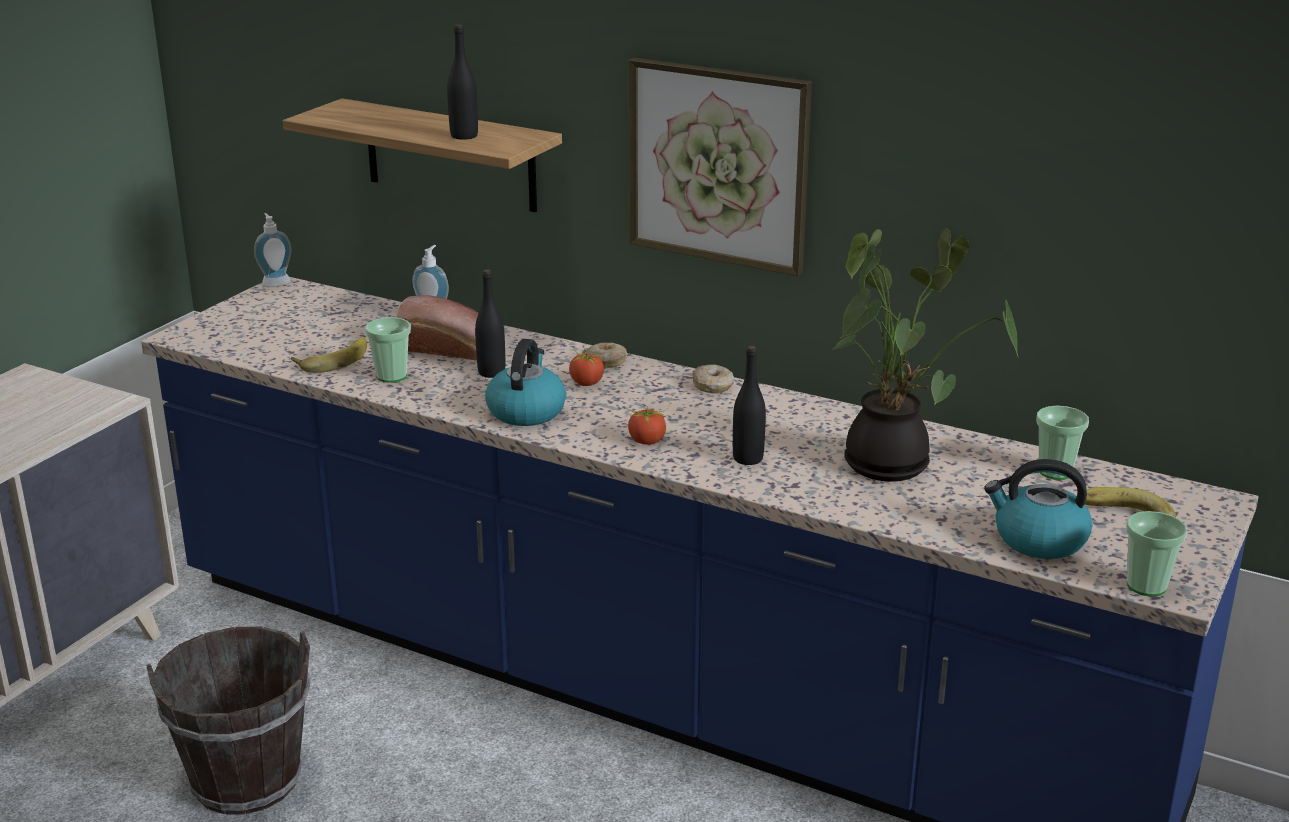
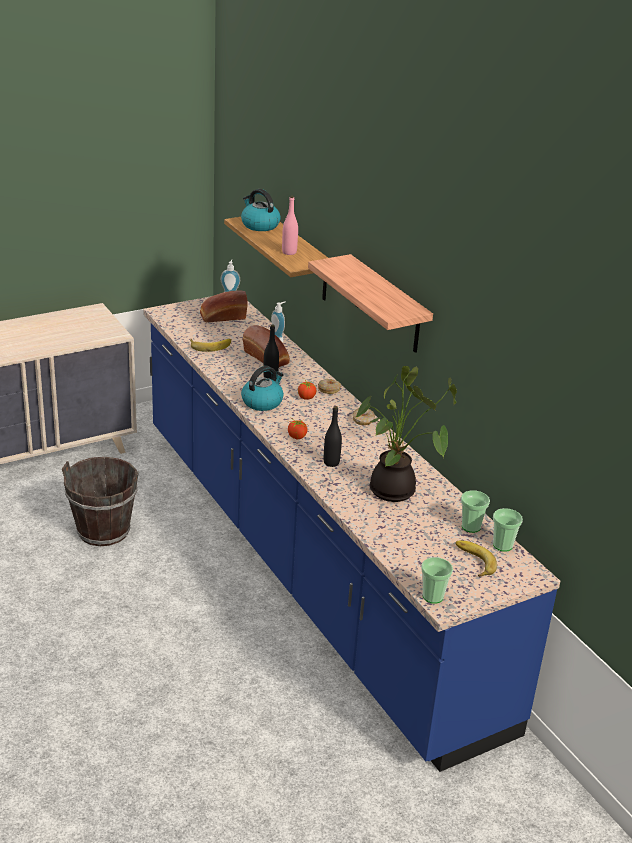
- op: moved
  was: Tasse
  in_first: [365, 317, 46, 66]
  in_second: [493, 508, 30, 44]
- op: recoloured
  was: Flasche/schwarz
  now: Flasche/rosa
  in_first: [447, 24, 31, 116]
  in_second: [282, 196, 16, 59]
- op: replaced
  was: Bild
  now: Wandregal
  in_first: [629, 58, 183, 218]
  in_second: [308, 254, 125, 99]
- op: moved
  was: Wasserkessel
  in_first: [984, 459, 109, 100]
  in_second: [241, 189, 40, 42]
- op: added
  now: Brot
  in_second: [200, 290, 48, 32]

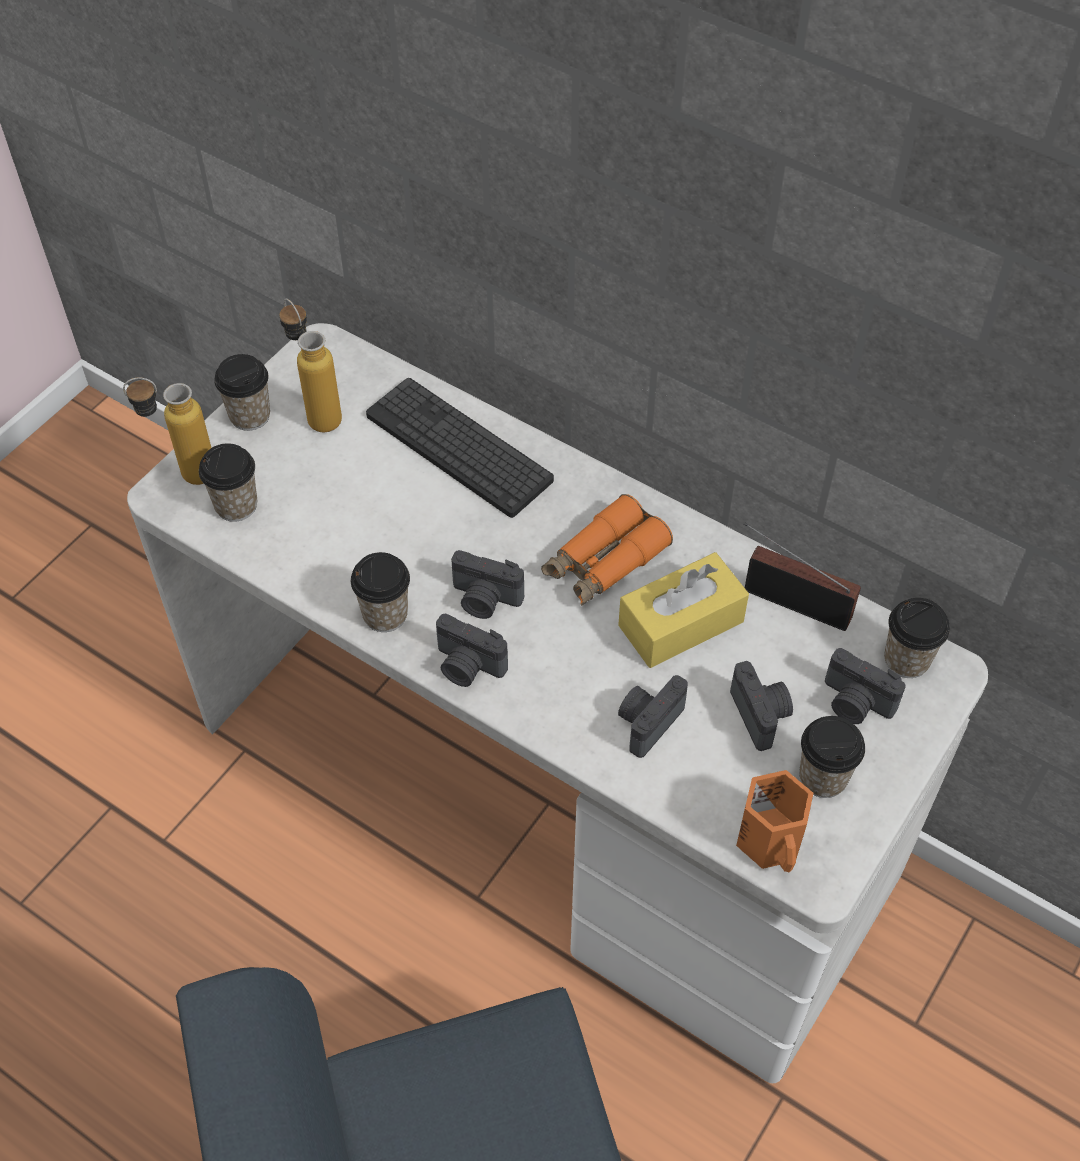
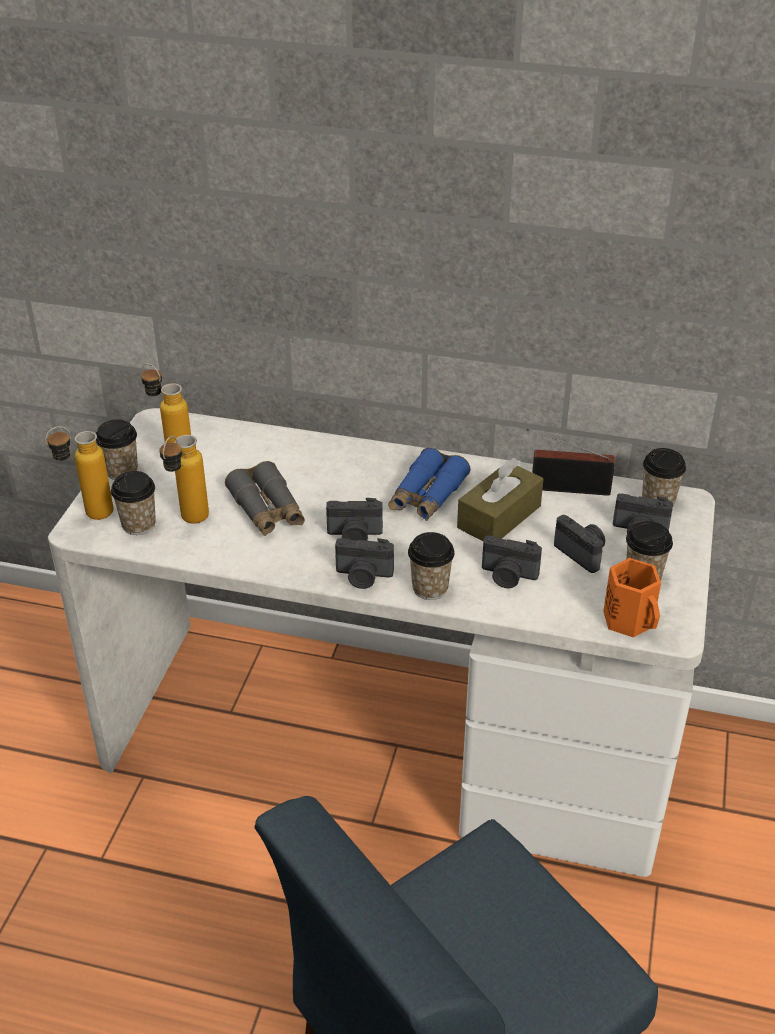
- op: moved
  was: Tasse
  in_first: [351, 552, 59, 80]
  in_second: [408, 532, 47, 68]
- op: removed
  was: Tastatur
  in_first: [366, 378, 188, 140]
- op: recoloured
  was: Fernglas/orange
  now: Fernglas/blau
  in_first: [541, 494, 132, 112]
  in_second: [388, 448, 83, 73]
- op: recoloured
  was: Taschentuchbox/gelb
  now: Taschentuchbox/braun
  in_first: [618, 552, 131, 116]
  in_second: [457, 458, 87, 83]
- op: turned
  was: Kamera
  in_first: [618, 675, 70, 83]
  in_second: [482, 535, 60, 53]
  clockwise: -90
- op: added
  now: Flasche
  in_second: [159, 435, 50, 88]
- op: added
  now: Fernglas/grau
  in_second: [225, 461, 80, 75]

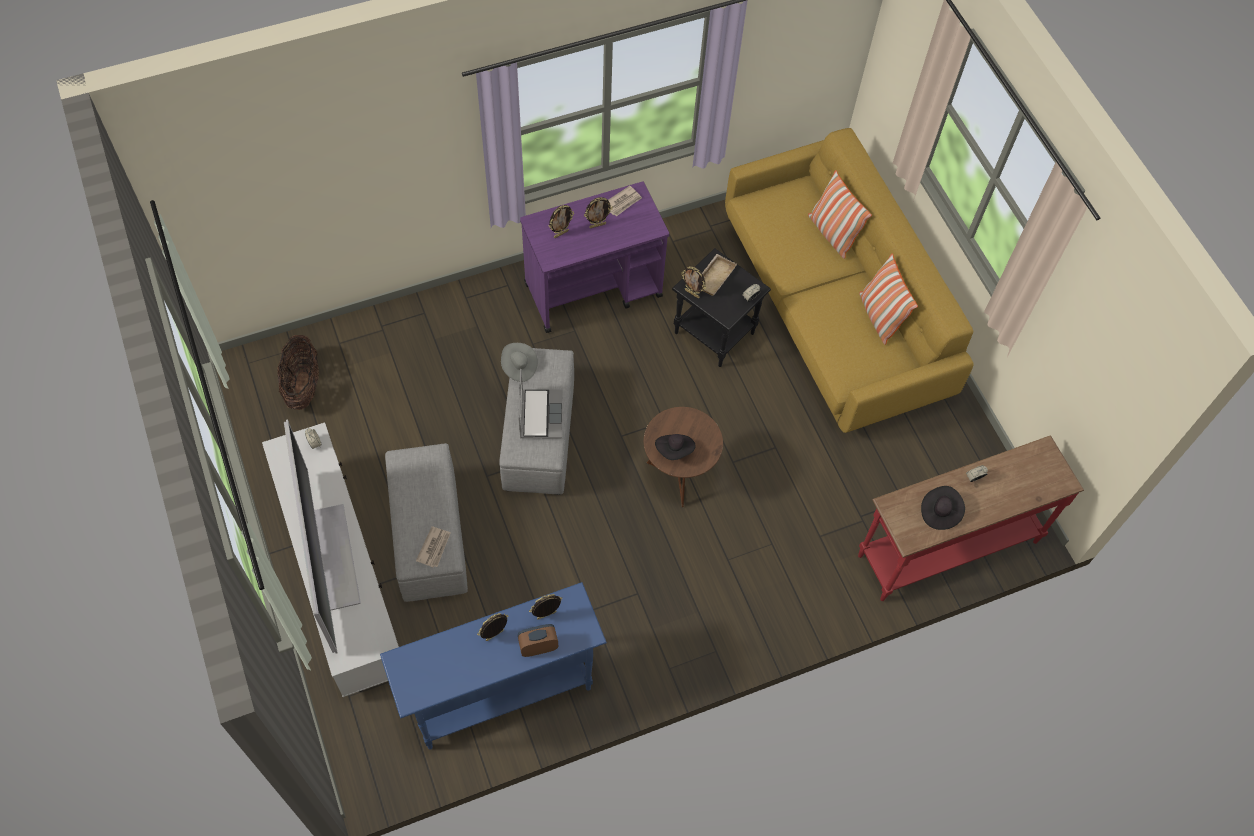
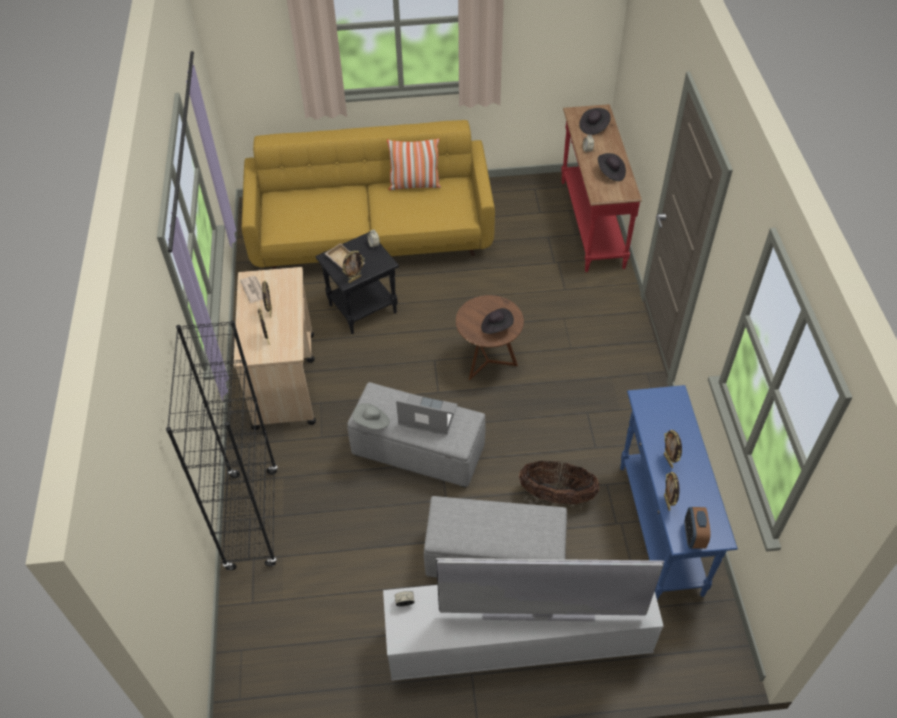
- op: moved
  was: Korb
  in_first: [277, 335, 42, 75]
  in_second: [519, 461, 80, 43]
- op: removed
  was: Zeitung
  in_first: [416, 526, 35, 41]
- op: moved
  was: Wecker
  in_first: [518, 624, 40, 33]
  in_second: [685, 507, 26, 42]
- op: recoloured
  was: Rollwagen/lila
  now: Rollwagen/beige
  in_first: [520, 182, 149, 151]
  in_second: [234, 267, 82, 163]
- op: moved
  was: Bilderrahmen
  in_first: [529, 594, 33, 26]
  in_second: [664, 472, 15, 39]
- op: removed
  was: Kissen
  in_first: [808, 170, 64, 89]
- op: added
  now: Bücherregal/schwarz
  in_second: [166, 320, 112, 250]
- op: added
  now: Hut/schwarz
  in_second: [579, 108, 32, 27]

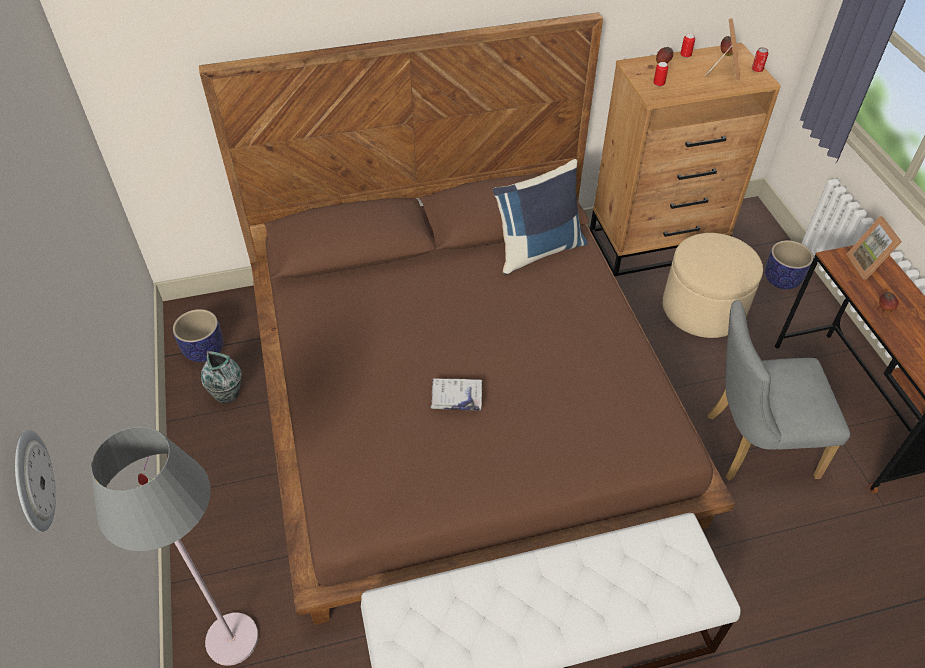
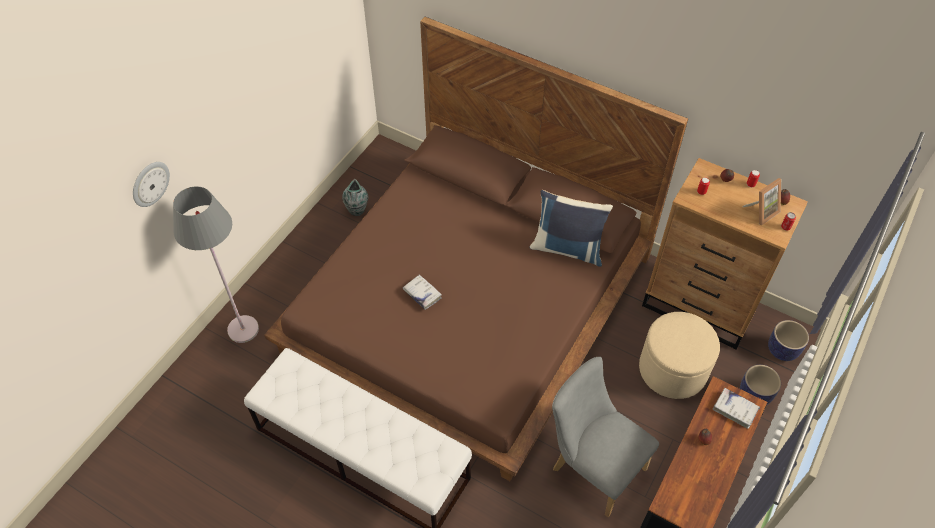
- op: moved
  was: Pflanzkübel
  in_first: [173, 309, 50, 53]
  in_second: [768, 320, 41, 41]
- op: replaced
  was: Bilderrahmen
  now: Buch/weiß
  in_first: [847, 216, 55, 64]
  in_second: [713, 388, 47, 41]

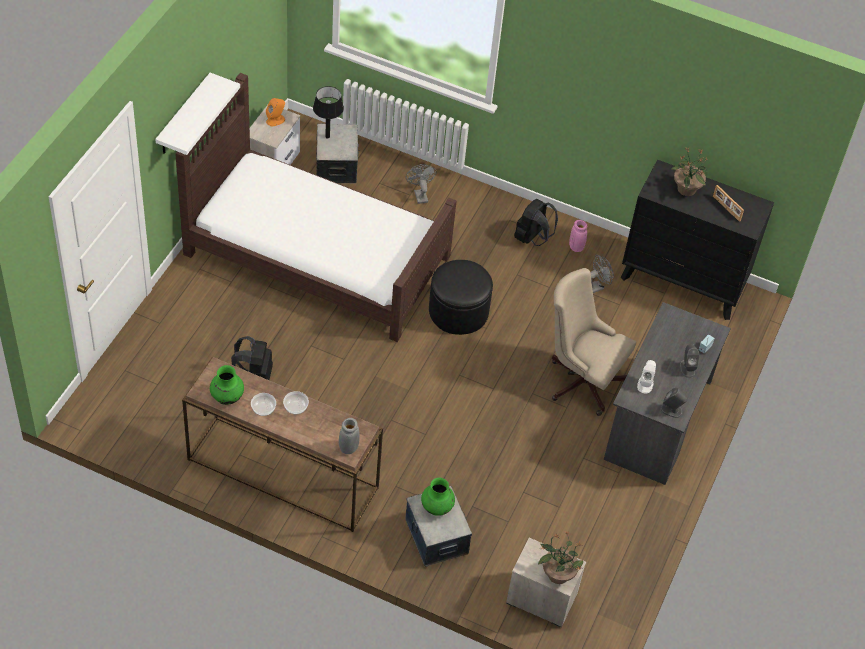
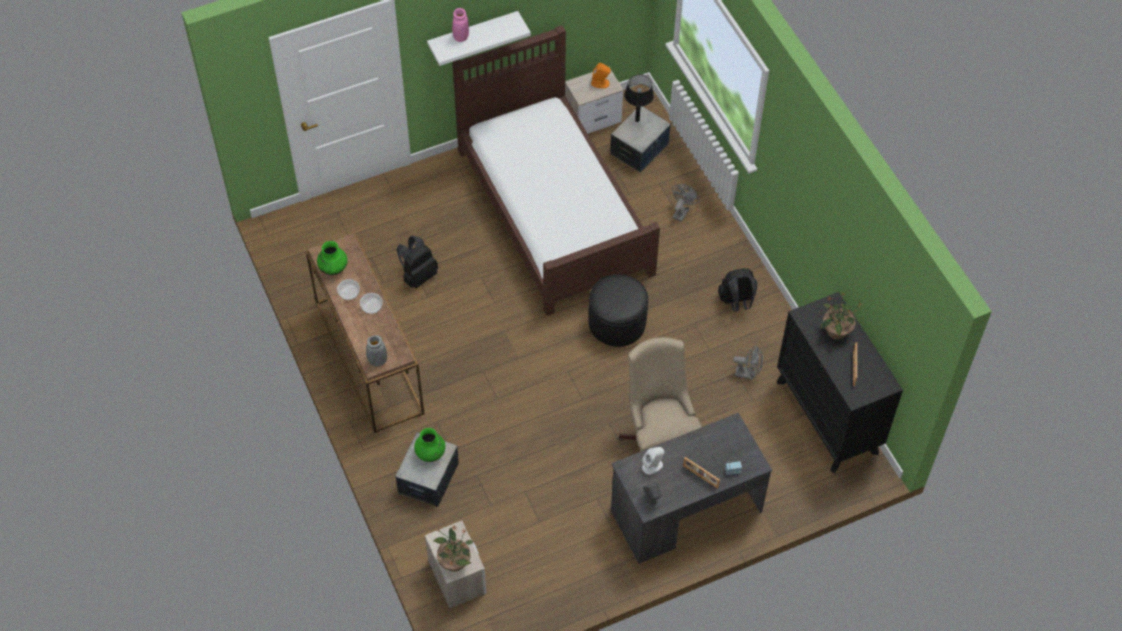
- op: moved
  was: Vase/rosa
  in_first: [569, 220, 18, 32]
  in_second: [452, 8, 17, 34]
- op: replaced
  was: Lautsprecher/grau
  now: Bilderrahmen
  in_first: [680, 344, 19, 34]
  in_second: [683, 457, 37, 32]

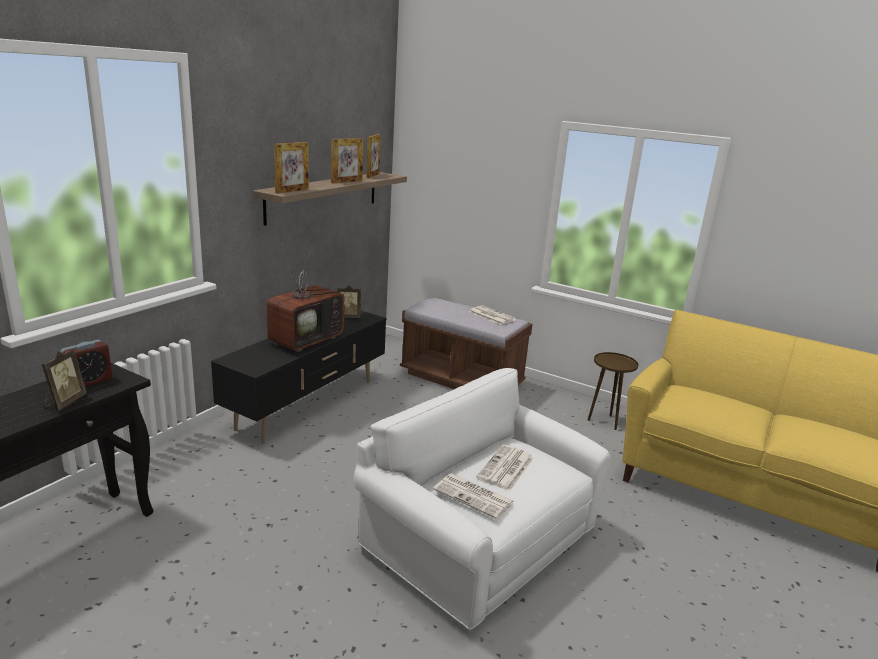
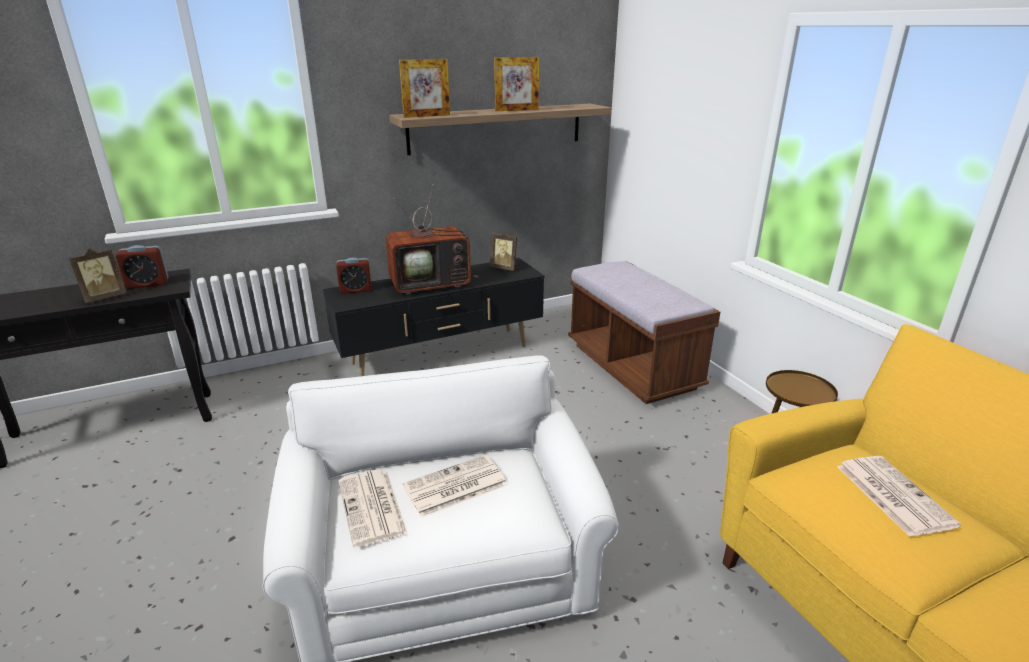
- op: removed
  was: Bilderrahmen
  in_first: [367, 134, 14, 44]
- op: moved
  was: Zeitung
  in_first: [469, 305, 47, 20]
  in_second: [837, 456, 124, 81]
- op: added
  now: Wecker
  in_second: [336, 258, 36, 36]

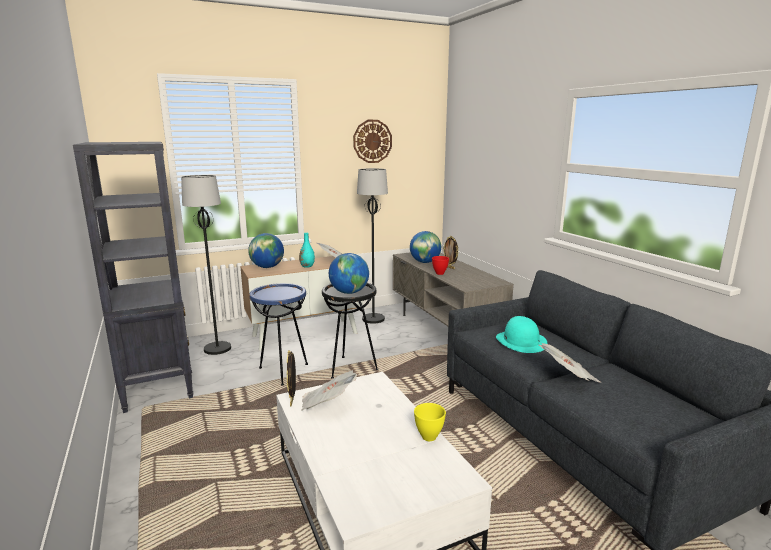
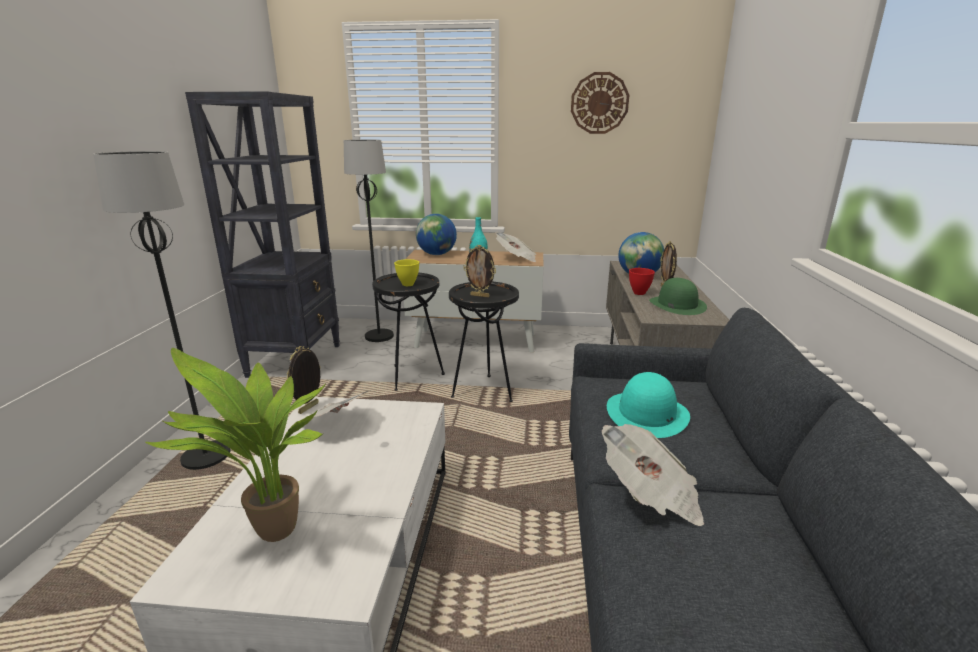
- op: recoloured
  was: Beistelltisch/blau
  now: Beistelltisch/schwarz
  in_first: [249, 283, 59, 103]
  in_second: [372, 273, 73, 118]
- op: replaced
  was: Globus
  now: Bilderrahmen
  in_first: [329, 253, 40, 41]
  in_second: [463, 245, 33, 52]
- op: moved
  was: Stehlampe/schwarz
  in_first: [357, 168, 31, 156]
  in_second: [93, 151, 137, 319]
- op: moved
  was: Schüssel/gelb
  in_first: [414, 403, 32, 38]
  in_second: [394, 259, 25, 27]
- op: added
  now: Topfpflanze
  in_second: [146, 348, 179, 194]
- op: added
  now: Hut/grün
  in_second: [649, 278, 58, 37]

